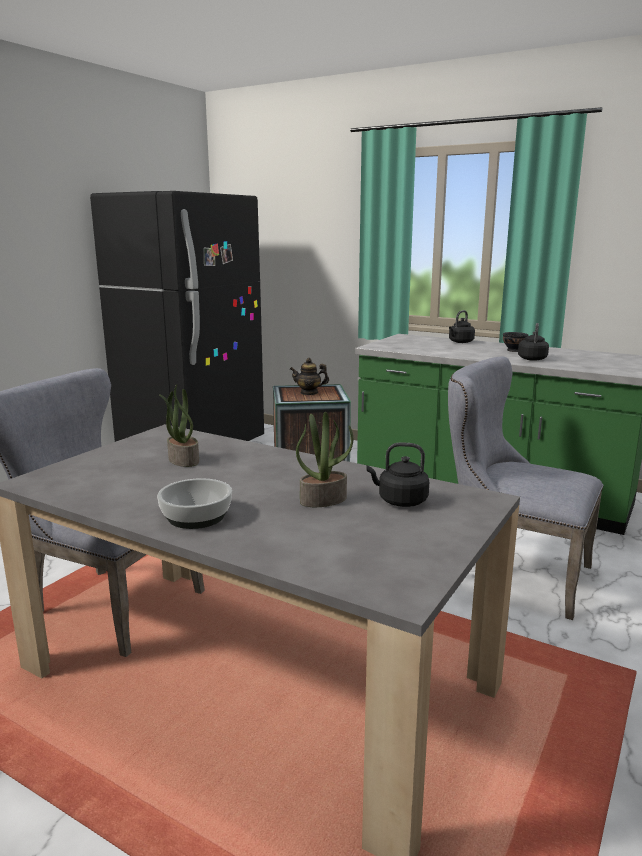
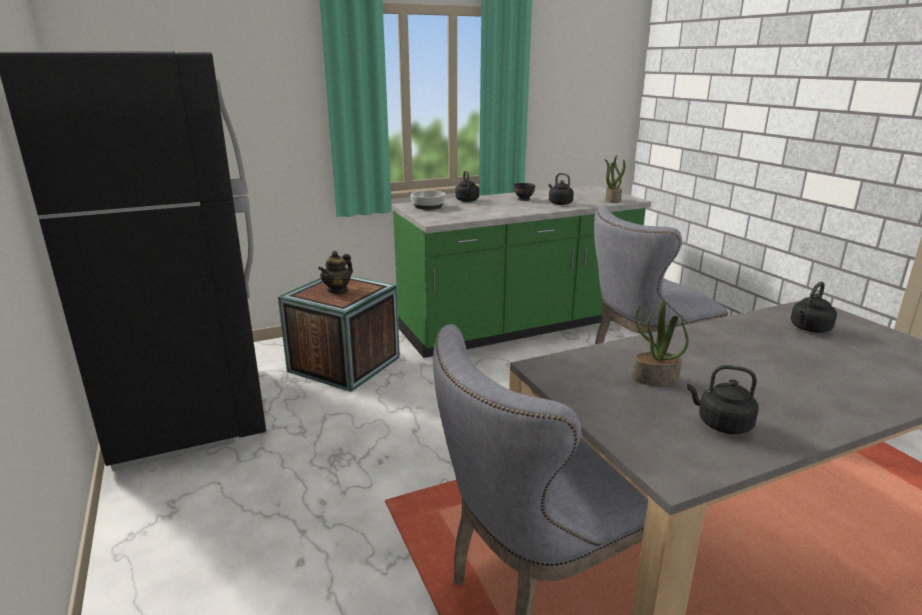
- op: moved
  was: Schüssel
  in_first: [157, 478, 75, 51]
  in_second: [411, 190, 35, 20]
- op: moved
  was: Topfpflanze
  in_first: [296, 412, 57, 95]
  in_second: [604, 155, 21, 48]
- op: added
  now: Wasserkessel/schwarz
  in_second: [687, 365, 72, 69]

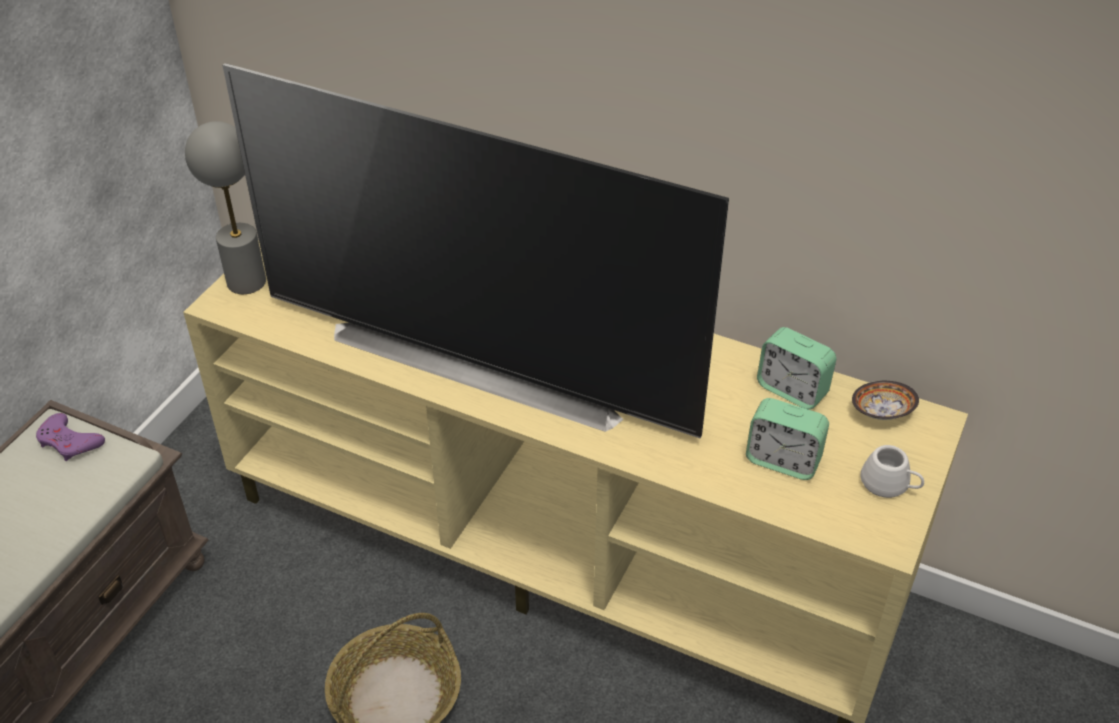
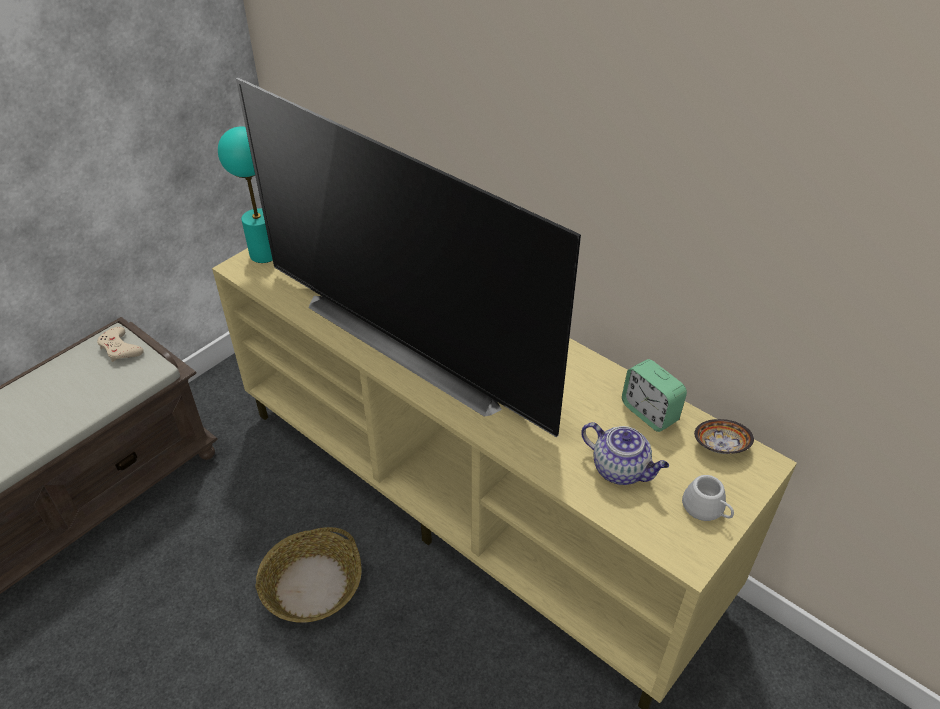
- op: recoloured
  was: Gamepad/lila
  now: Gamepad/beige
  in_first: [36, 413, 69, 48]
  in_second: [97, 327, 47, 35]
- op: recoloured
  was: Tischlampe/grau
  now: Tischlampe/türkis
  in_first: [185, 121, 81, 173]
  in_second: [218, 127, 55, 136]
- op: replaced
  was: Wecker
  now: Teekanne
  in_first: [746, 398, 83, 82]
  in_second: [581, 422, 88, 63]

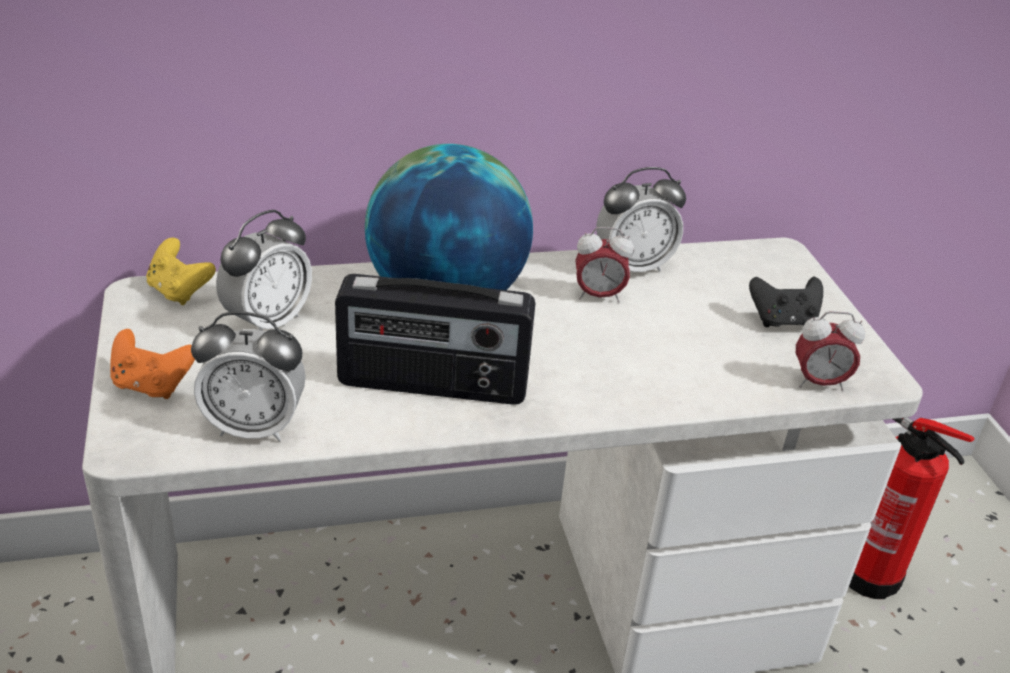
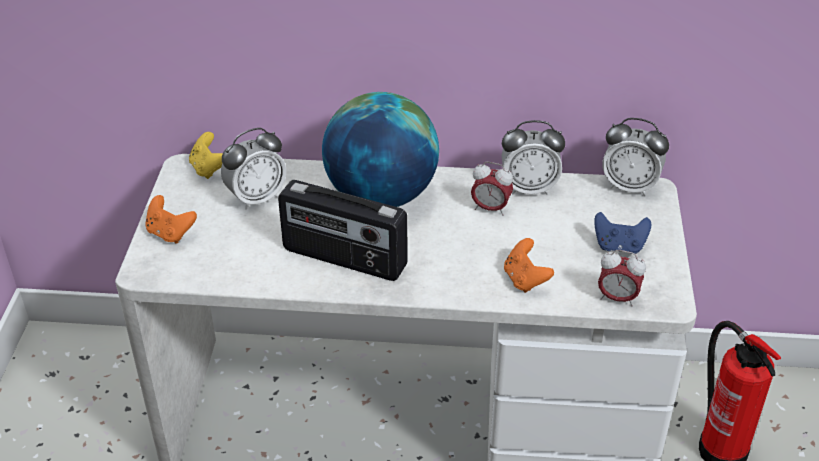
- op: moved
  was: Wecker
  in_first: [191, 312, 115, 130]
  in_second: [603, 118, 66, 78]
- op: recoloured
  was: Gamepad/schwarz
  now: Gamepad/blau
  in_first: [749, 277, 74, 50]
  in_second: [594, 212, 57, 42]
- op: added
  now: Gamepad/orange
  in_second: [504, 238, 50, 55]

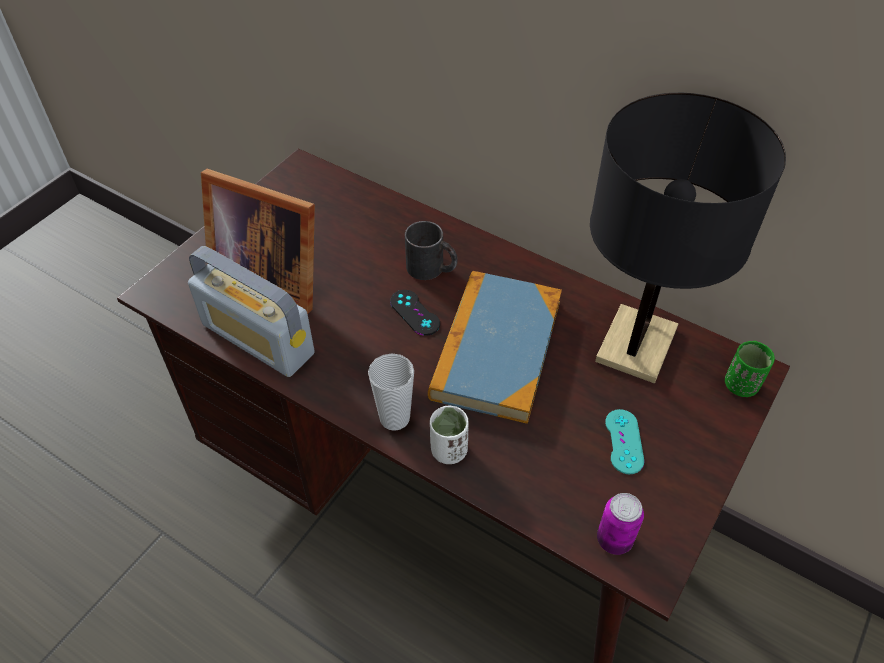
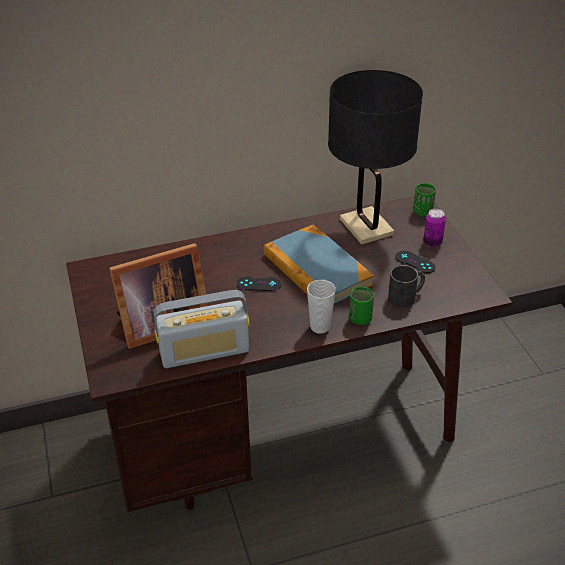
- op: moved
  was: Henkelbecher/schwarz
  in_first: [405, 221, 53, 59]
  in_second: [388, 265, 37, 43]
- op: recoloured
  was: Tasse/weiß
  now: Tasse/grün
  in_first: [430, 405, 39, 59]
  in_second: [349, 287, 25, 38]
- op: moved
  was: Dose
  in_first: [597, 493, 47, 62]
  in_second: [423, 209, 23, 38]
- op: recoloured
  was: Gamepad/türkis
  now: Gamepad/schwarz
  in_first: [605, 409, 39, 65]
  in_second: [395, 251, 40, 22]

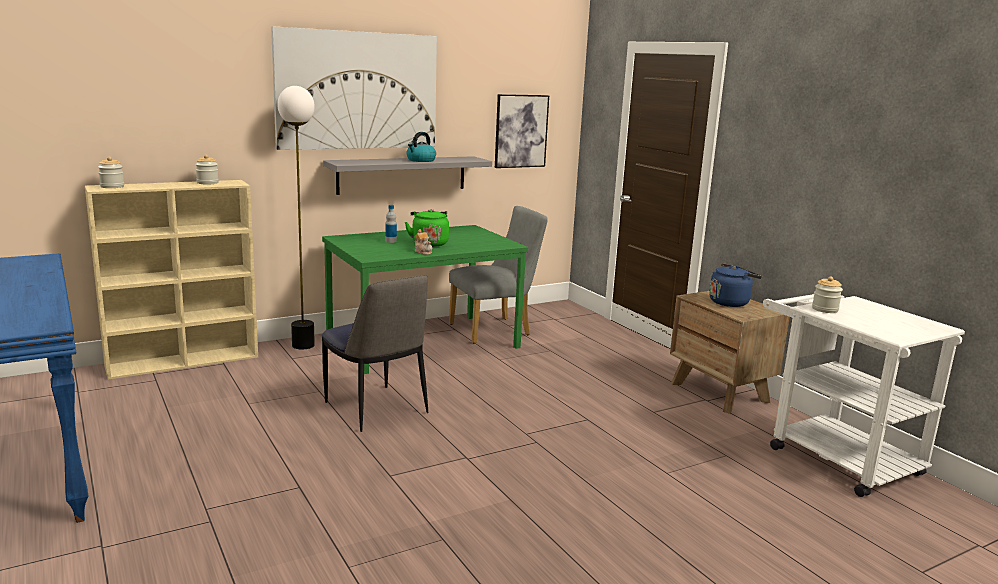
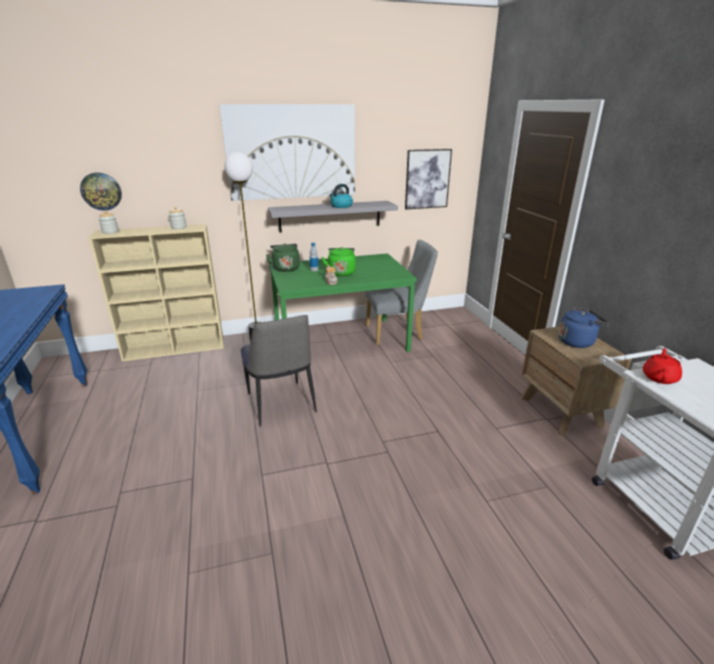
- op: replaced
  was: Vorratsglas
  now: Teekanne/rot
  in_first: [812, 276, 31, 37]
  in_second: [643, 348, 39, 36]
- op: added
  now: Wanduhr
  in_second: [80, 173, 42, 38]
- op: added
  now: Wasserkessel/grün
  in_second: [266, 243, 34, 29]

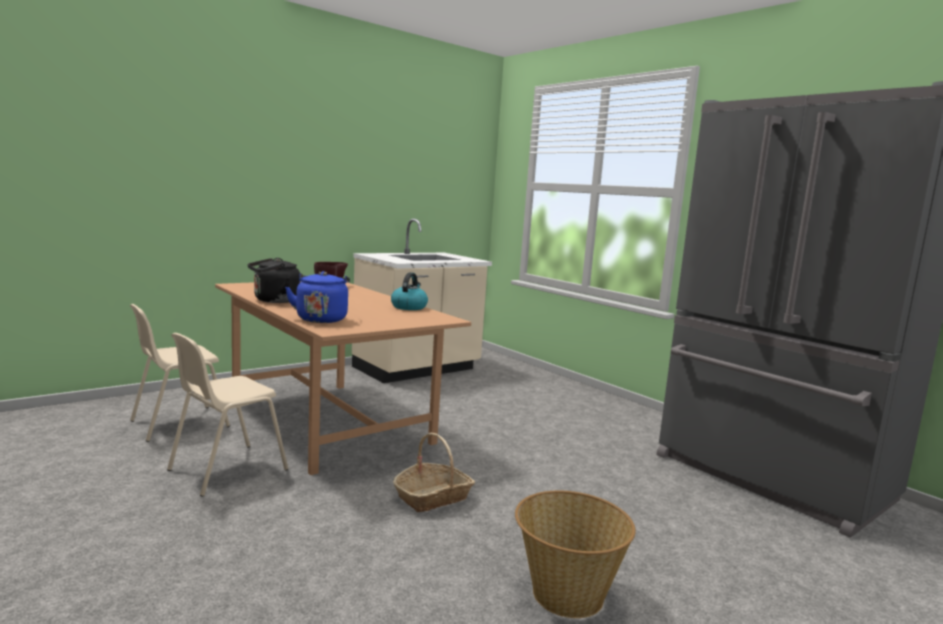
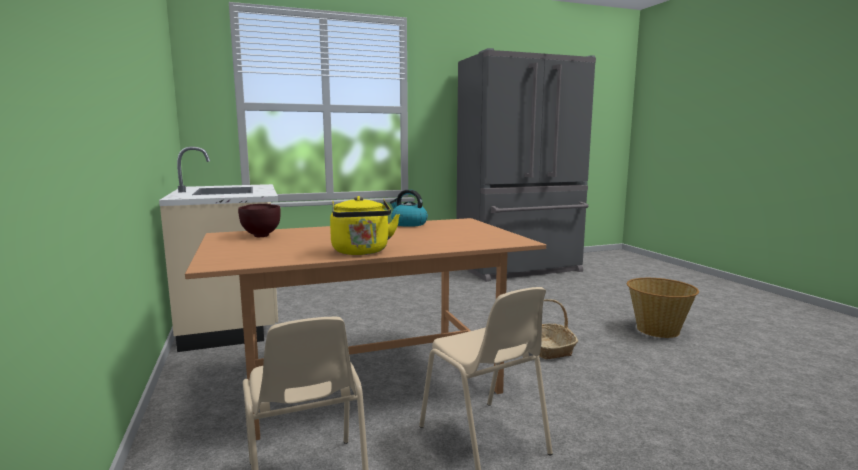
- op: recoloured
  was: Wasserkessel/schwarz
  now: Wasserkessel/gelb
  in_first: [247, 258, 54, 45]
  in_second: [330, 196, 70, 59]
- op: removed
  was: Wasserkessel/blau
  in_first: [285, 271, 65, 52]

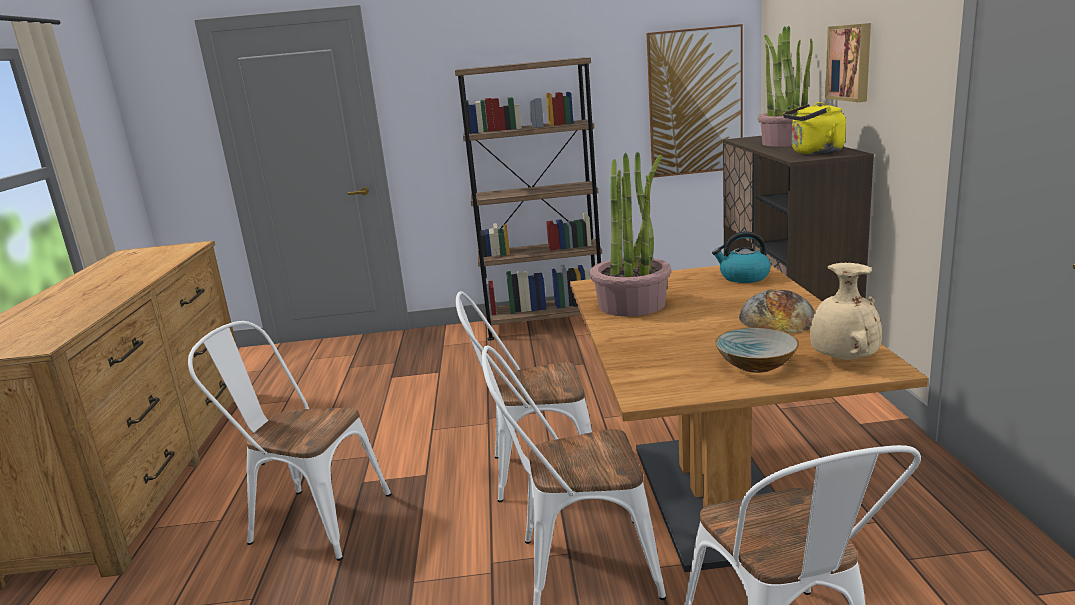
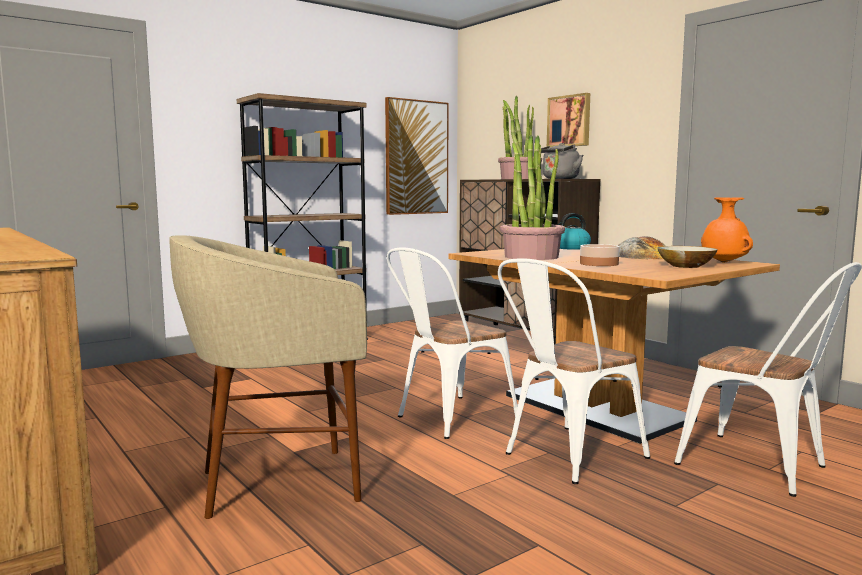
- op: replaced
  was: Stuhl/weiß
  now: Hocker/beige
  in_first: [188, 321, 203, 240]
  in_second: [169, 235, 198, 284]
- op: recoloured
  was: Wasserkessel/gelb
  now: Wasserkessel/grau
  in_first: [783, 102, 63, 53]
  in_second: [541, 143, 42, 36]
- op: recoloured
  was: Vase/beige
  now: Vase/orange
  in_first: [810, 263, 72, 97]
  in_second: [701, 197, 52, 66]
- op: added
  now: Schüssel
  in_second: [580, 244, 40, 22]

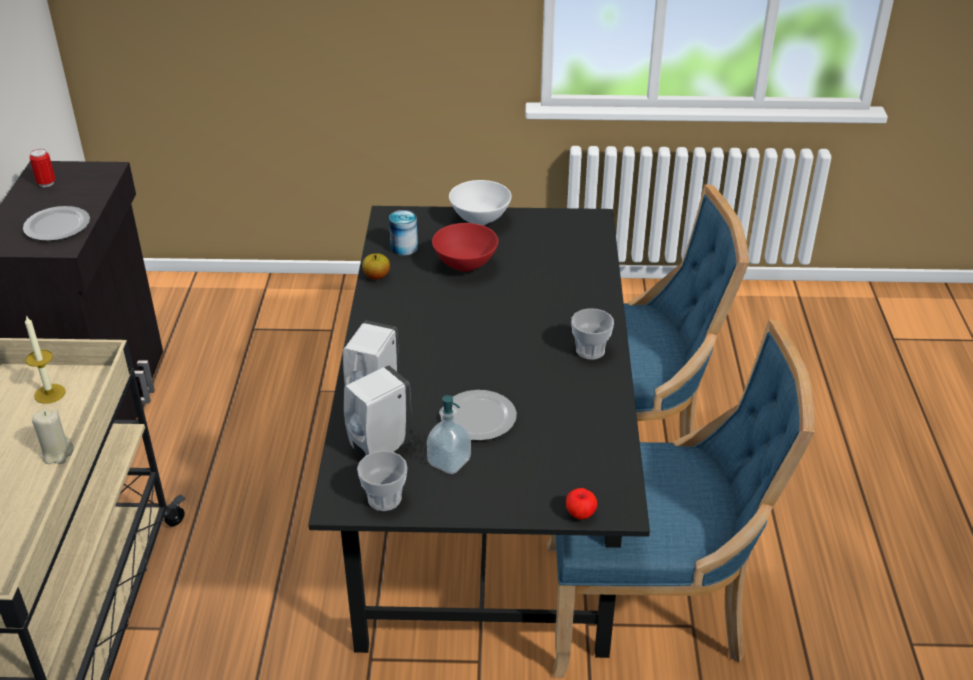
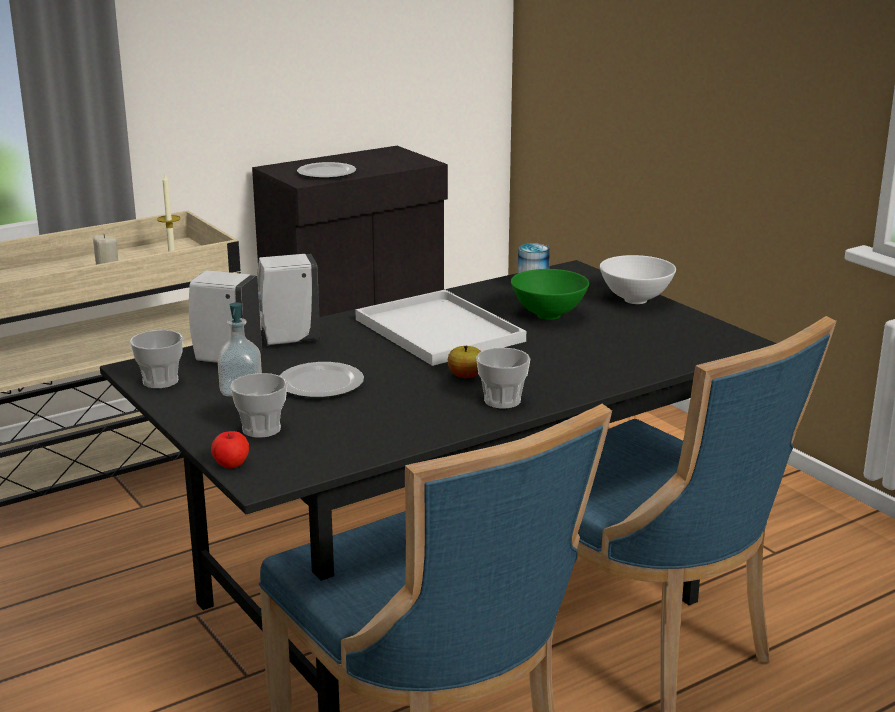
- op: removed
  was: Dose
  in_first: [29, 149, 26, 38]
- op: moved
  was: Apfel
  in_first: [362, 253, 28, 26]
  in_second: [448, 346, 33, 32]
- op: recoloured
  was: Schüssel/rot
  now: Schüssel/grün
  in_first: [432, 223, 66, 49]
  in_second: [511, 269, 78, 51]
- op: added
  now: Tasse
  in_second: [230, 373, 57, 65]
- op: added
  now: Tablett/weiß
  in_second: [355, 290, 171, 76]

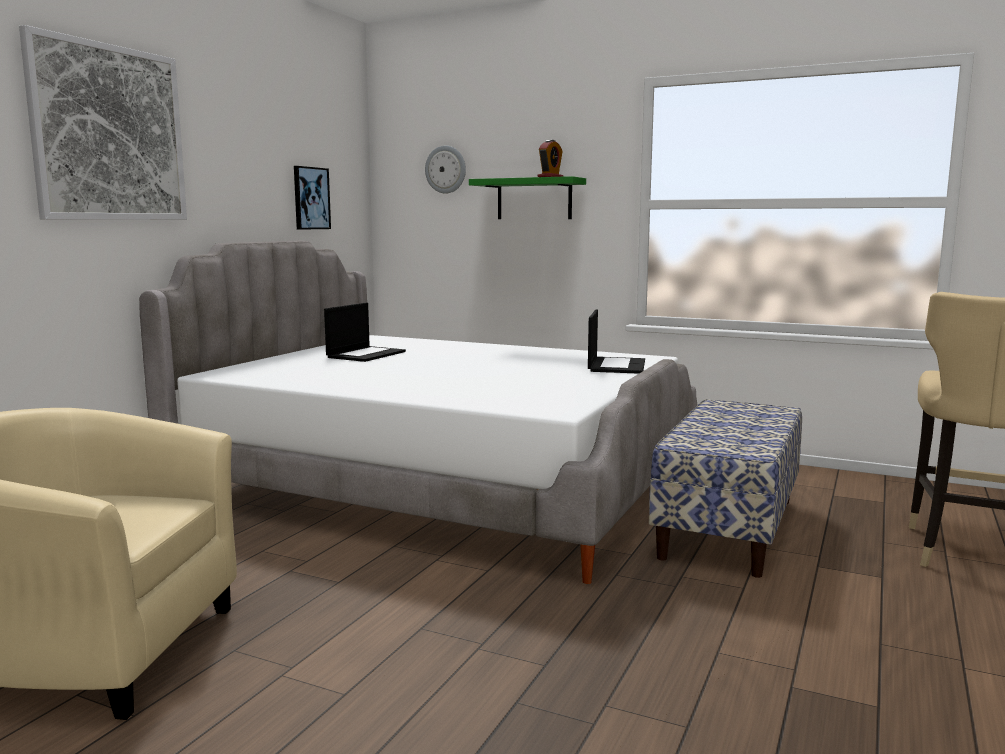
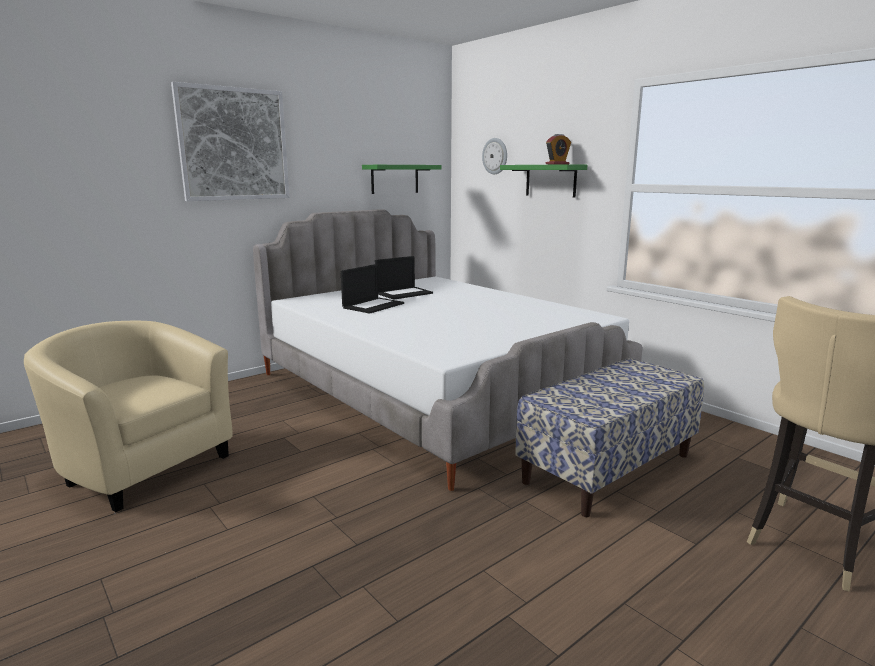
- op: replaced
  was: Bild
  now: Wandregal/grün
  in_first: [294, 166, 37, 64]
  in_second: [362, 165, 80, 29]
- op: moved
  was: Laptop
  in_first: [588, 310, 57, 64]
  in_second: [341, 264, 63, 50]

